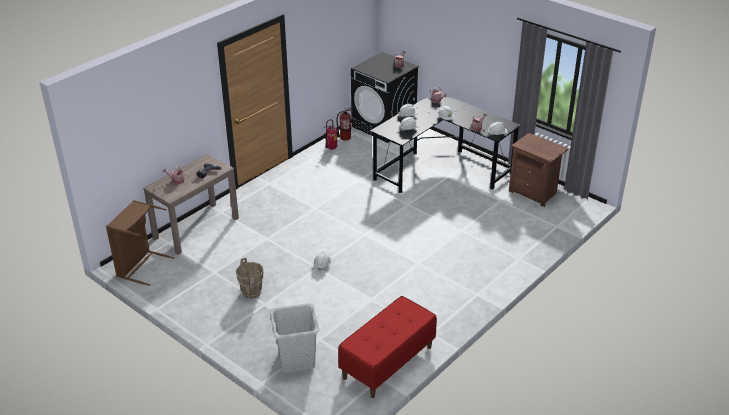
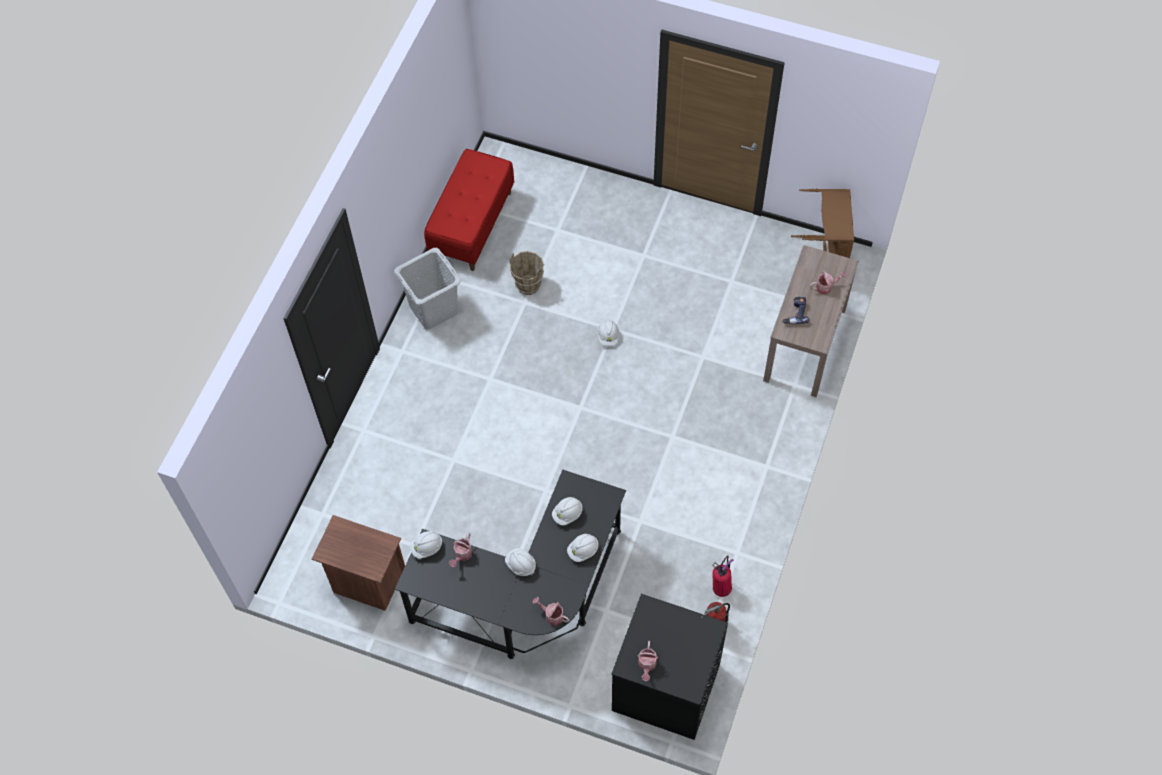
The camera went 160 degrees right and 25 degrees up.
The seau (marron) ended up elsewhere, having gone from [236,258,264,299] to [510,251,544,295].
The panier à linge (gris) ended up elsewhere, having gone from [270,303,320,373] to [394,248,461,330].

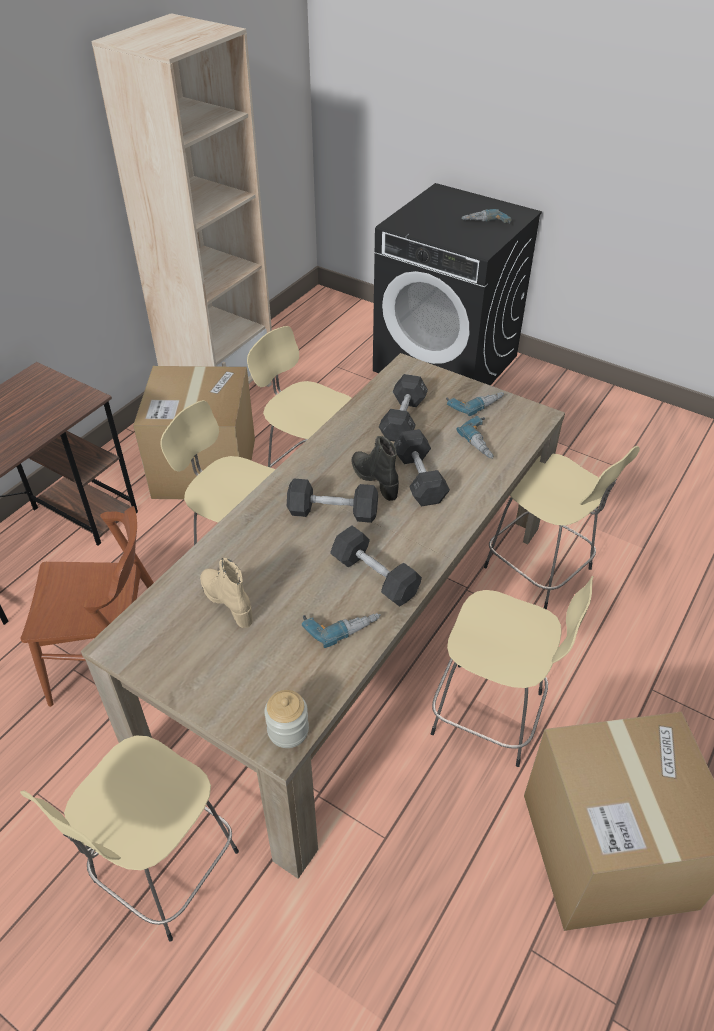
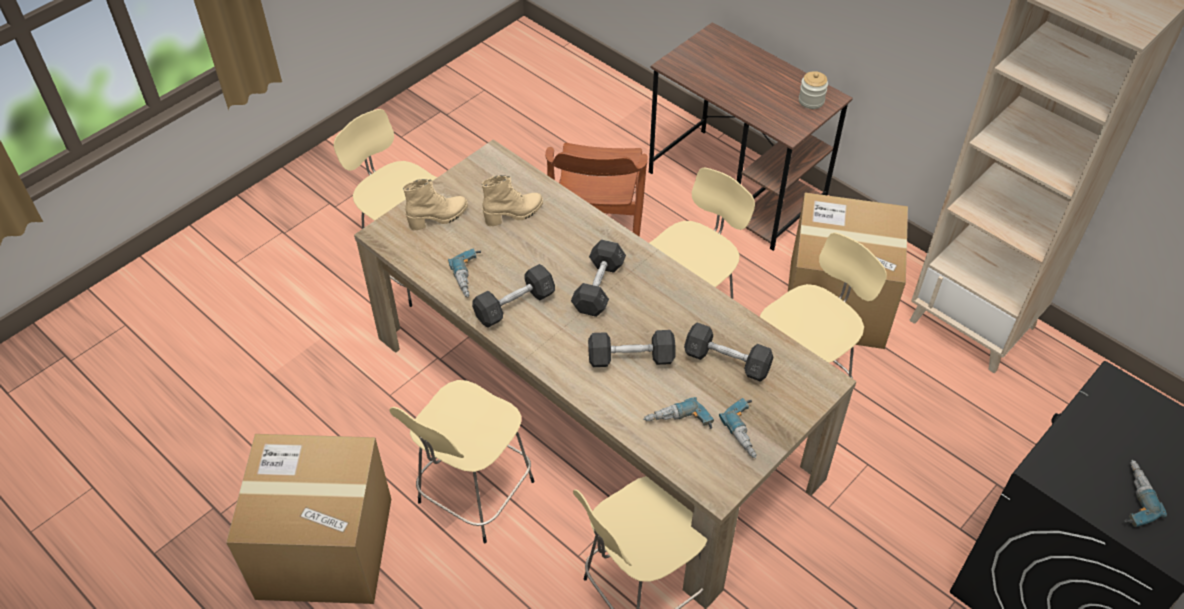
The camera went 100 degrees right and 5 degrees up.
The bocal ended up elsewhere, having gone from [264,690,309,748] to [799,71,828,109].
The second view lost the botte (noir) at [352,436,399,501].
The second view gained the botte (beige) at [403,179,468,230].

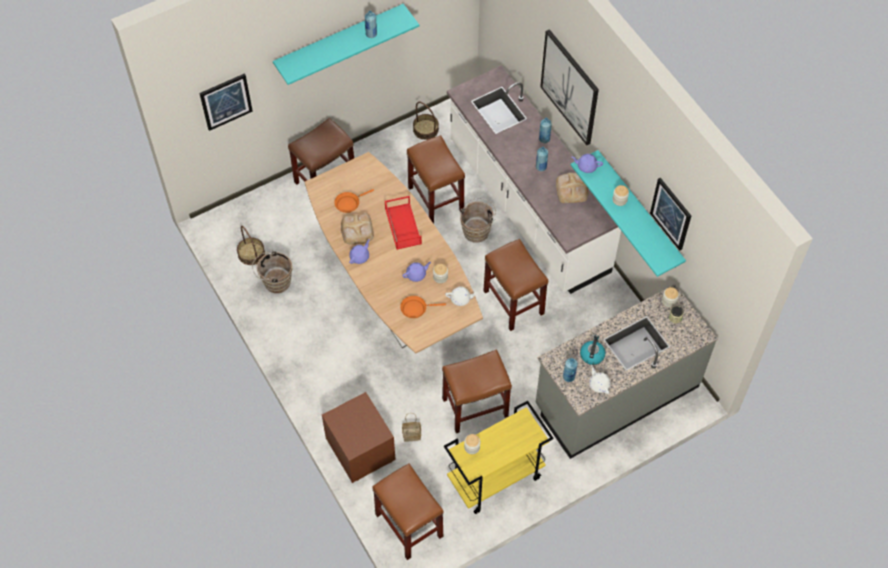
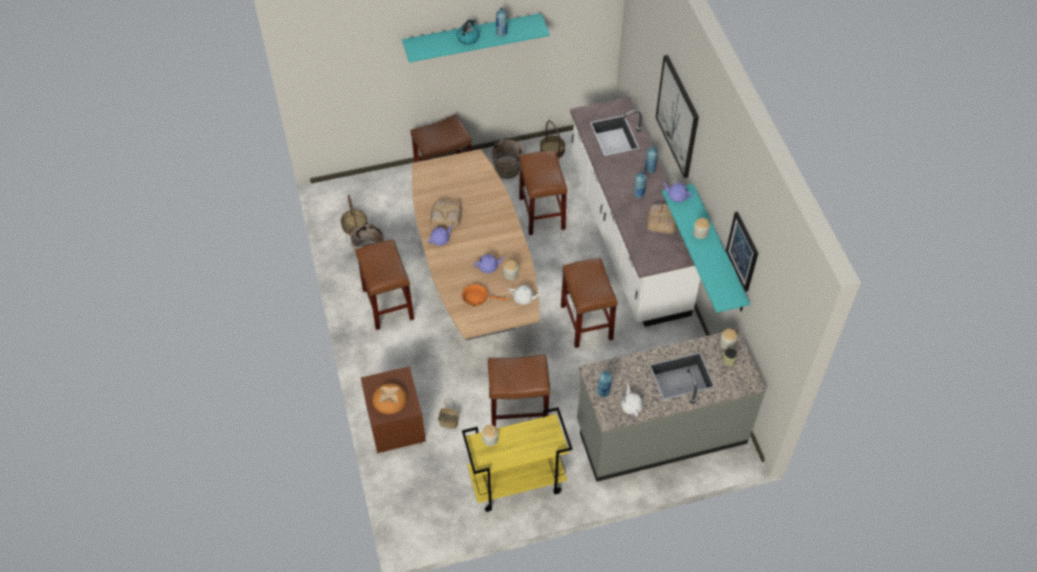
The camera went 15 degrees right and 5 degrees down.
The second view lost the tableau at [199,73,253,131].
The second view lost the poêle (orange) at [334,189,374,213].
The tabouret (marron) ended up elsewhere, having gone from [372,464,444,560] to [356,239,414,330].
The second view lost the plateau (rouge) at [385,196,422,250].
The seau (marron) ended up elsewhere, having gone from [460,198,496,242] to [491,137,526,179].
The bouilloire ended up elsewhere, having gone from [580,335,605,365] to [456,19,480,45].
The second view gained the pain at [372,383,407,414].

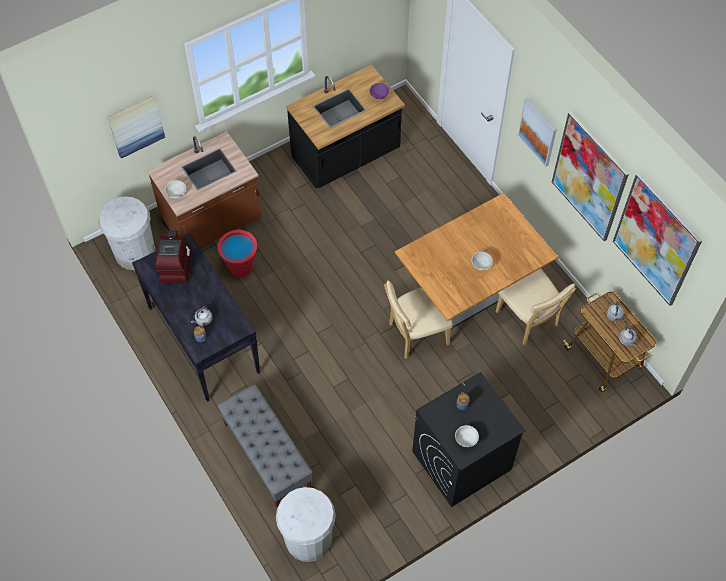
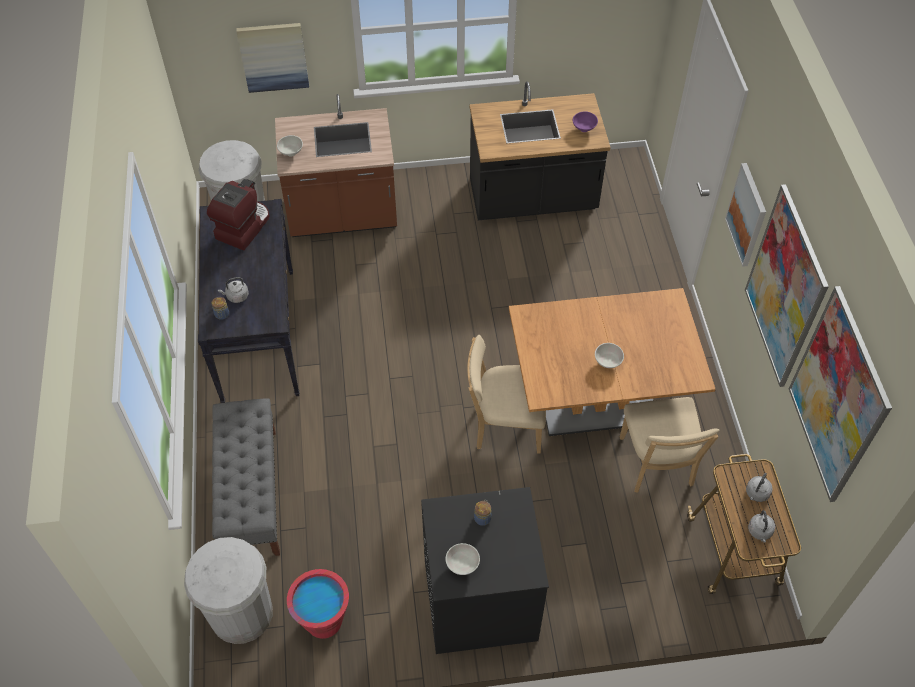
The camera went 25 degrees right and 5 degrees down.
The seau (rouge) ended up elsewhere, having gone from [218,230,257,277] to [287,569,349,639].

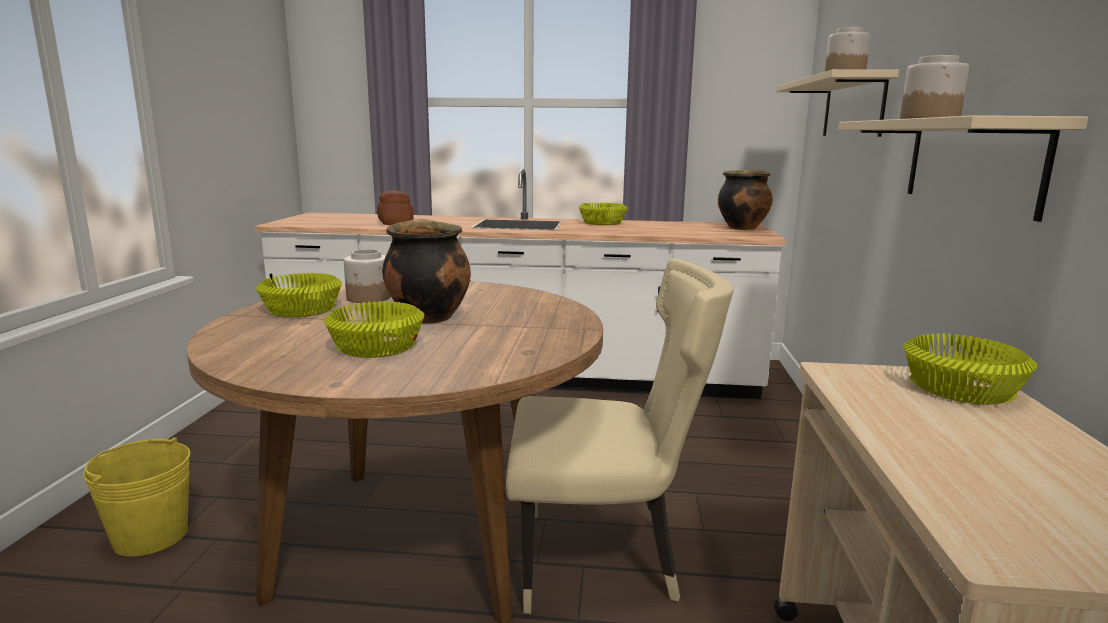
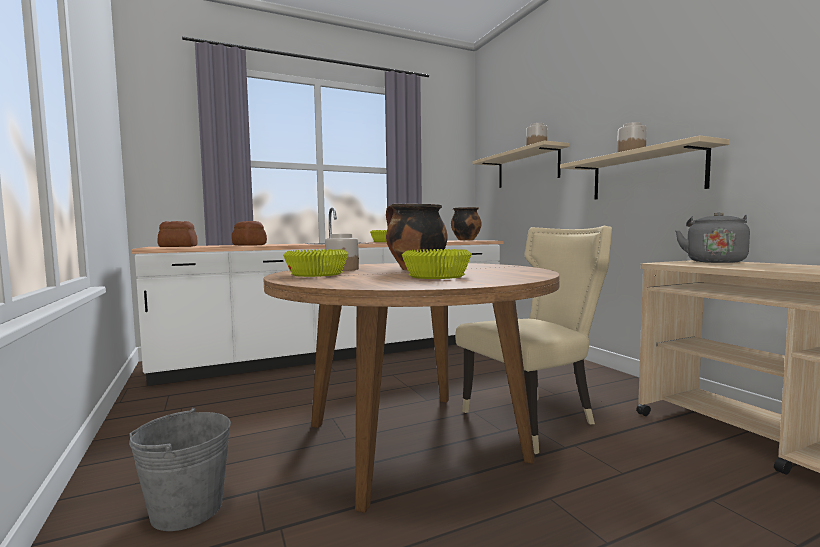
The camera went 30 degrees left and 10 degrees down.
What was the seau (jaune) at [83,437,190,556] turned into the seau (gris) at [129,408,231,531].
Where the bol (jaune) stood at [903,334,1038,405], the bouilloire (gris) came to stand at [675,212,750,263].
The second view gained the pain at [158,221,197,247].

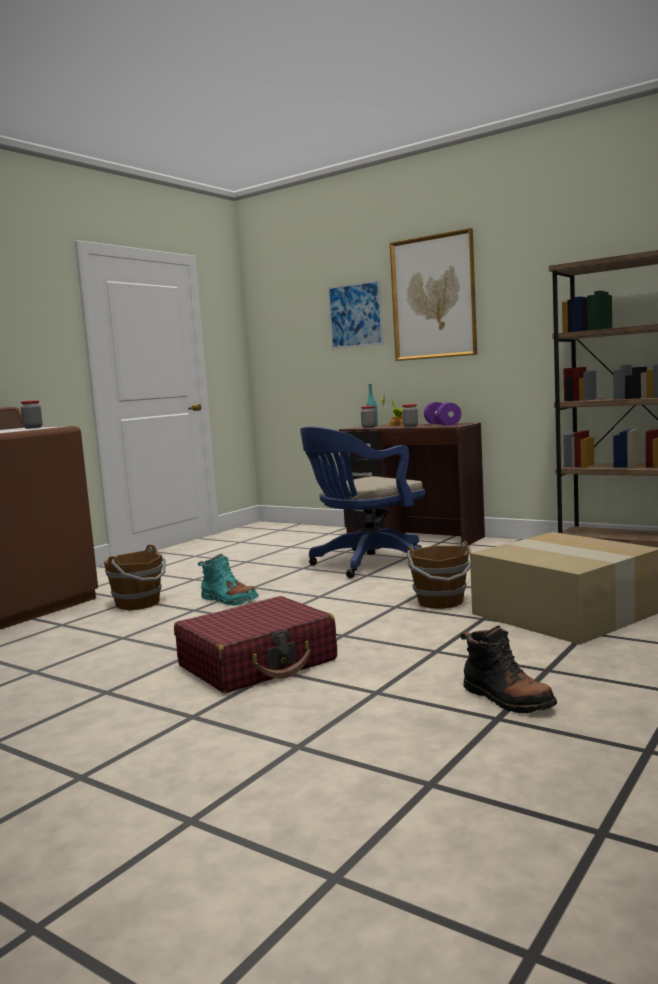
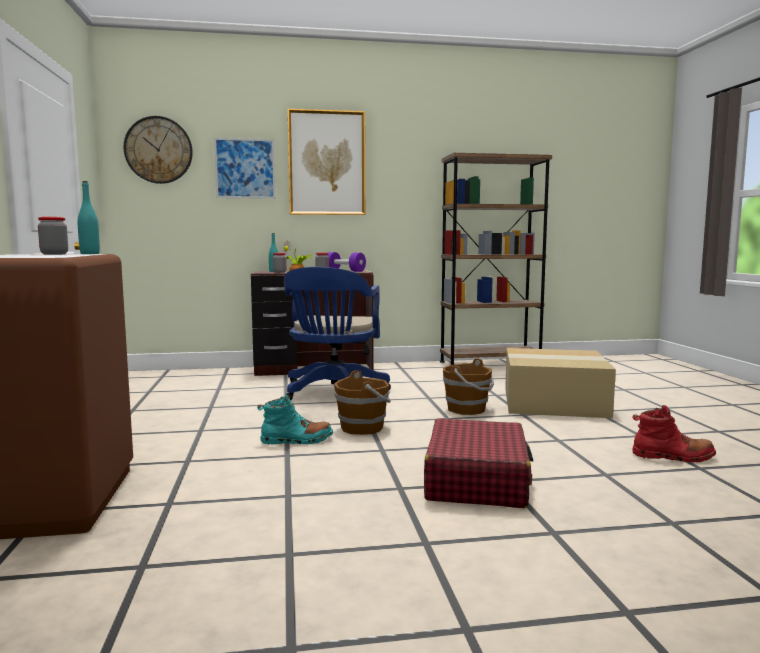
The camera went 45 degrees left and 0 degrees up.
The seau (marron) ended up elsewhere, having gone from [104,544,166,610] to [334,370,391,435].
What was the botte (noir) at [460,626,557,714] turned into the botte (rouge) at [632,405,716,462].
The second view gained the bouteille (turquoise) at [78,181,100,254].
The second view gained the horloge murale at [124,116,193,184].

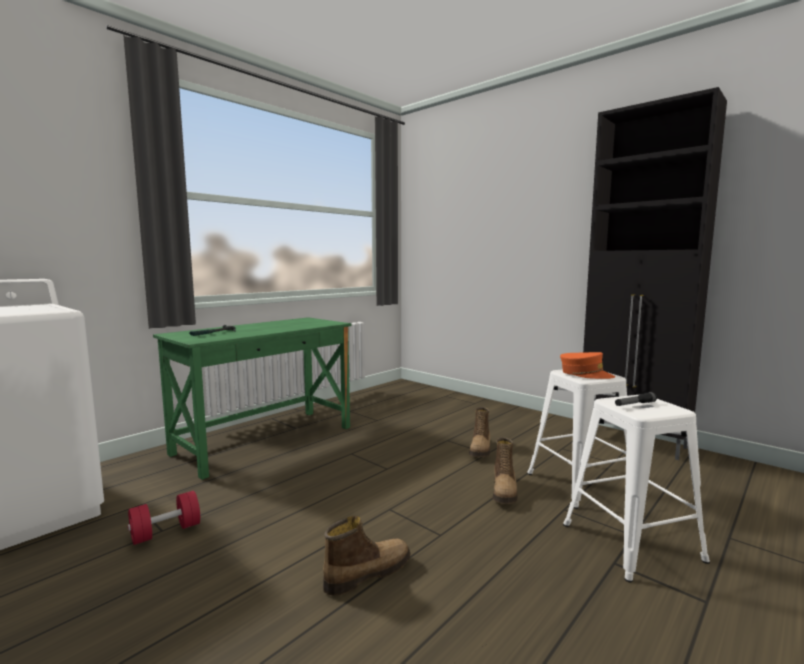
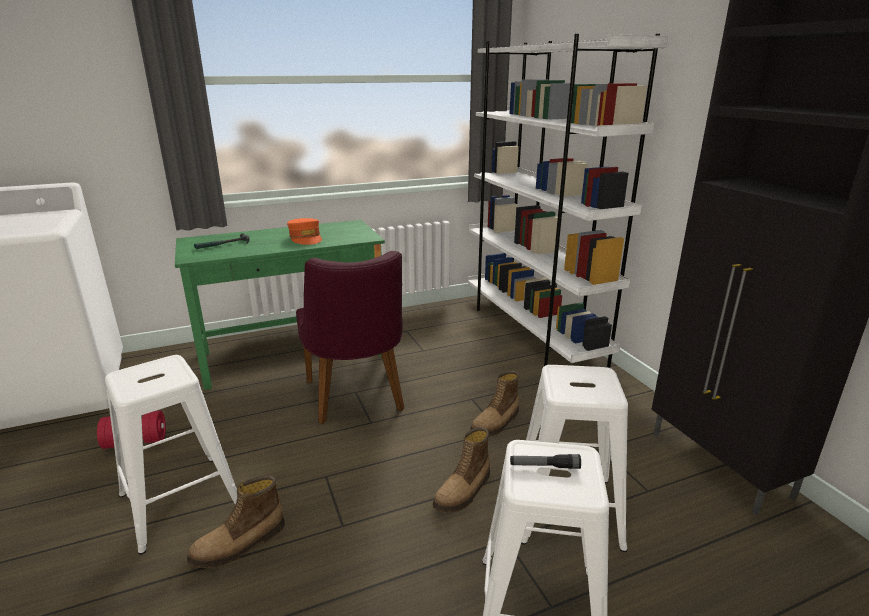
The camera went 25 degrees right and 15 degrees up.
The botte at [323,516,411,596] ended up facing another way, 150 degrees clockwise from before.
The casquette (orange) ended up elsewhere, having gone from [560,352,615,379] to [287,218,322,245].
The second view gained the tabouret (blanc) at [105,355,237,555].
The second view gained the chaise (violet) at [296,251,404,424].
The second view gained the bibliothèque (blanc) at [467,34,668,367].

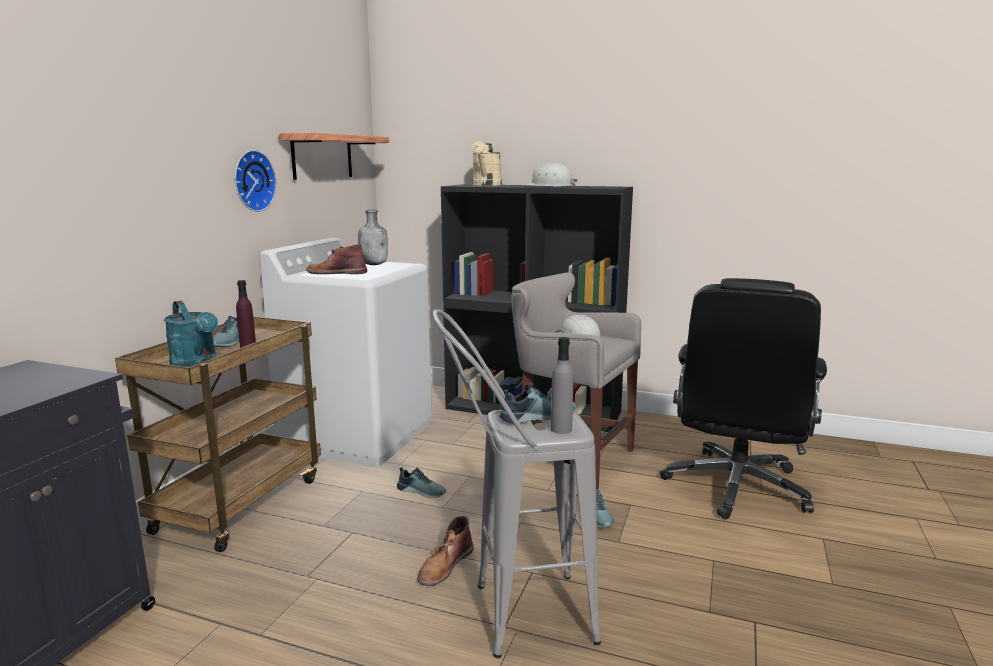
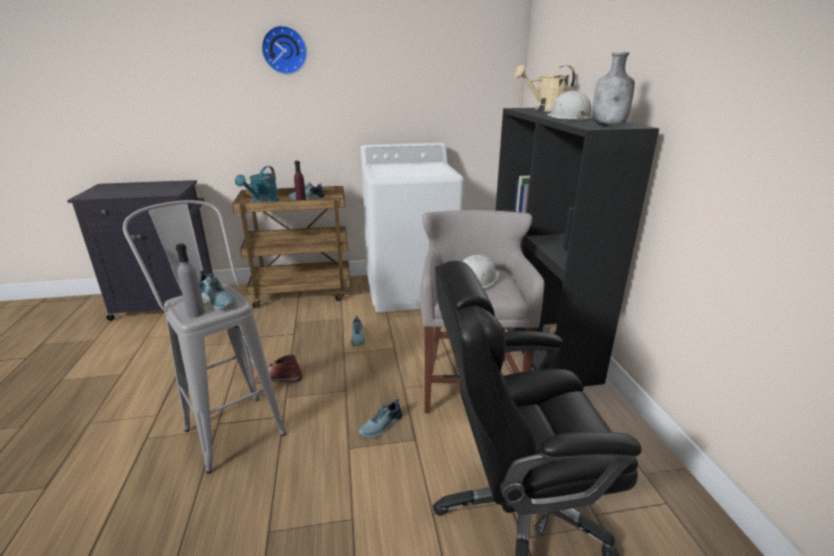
The camera went 60 degrees right and 10 degrees up.
The horloge murale ended up elsewhere, having gone from [235,150,277,212] to [261,25,307,75].
The second view lost the étagère at [279,133,389,180].
The second view lost the botte (marron) at [306,244,367,274].
The bouteille (gris) ended up elsewhere, having gone from [358,210,388,265] to [592,52,635,127].

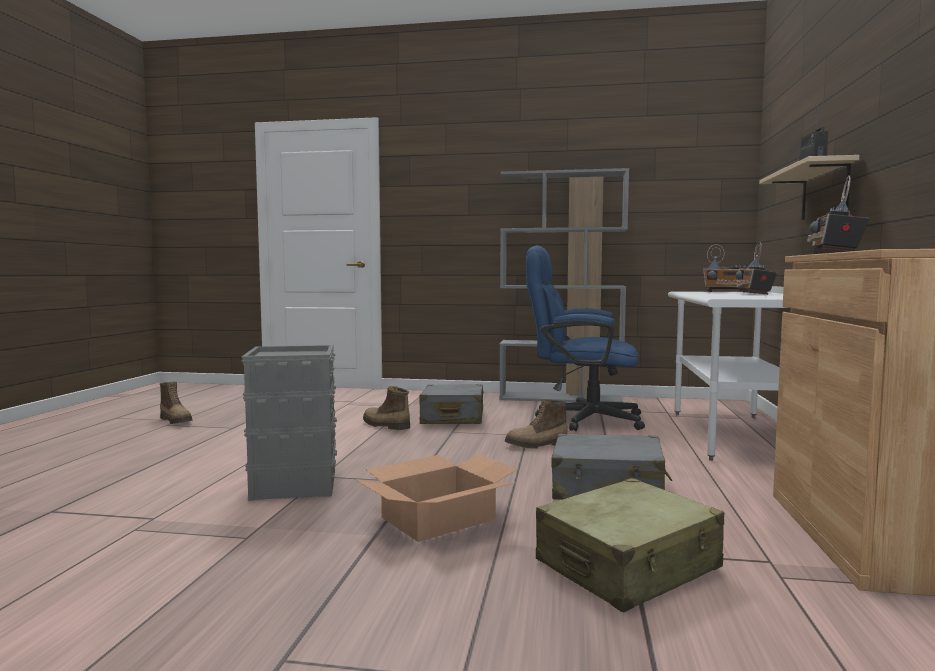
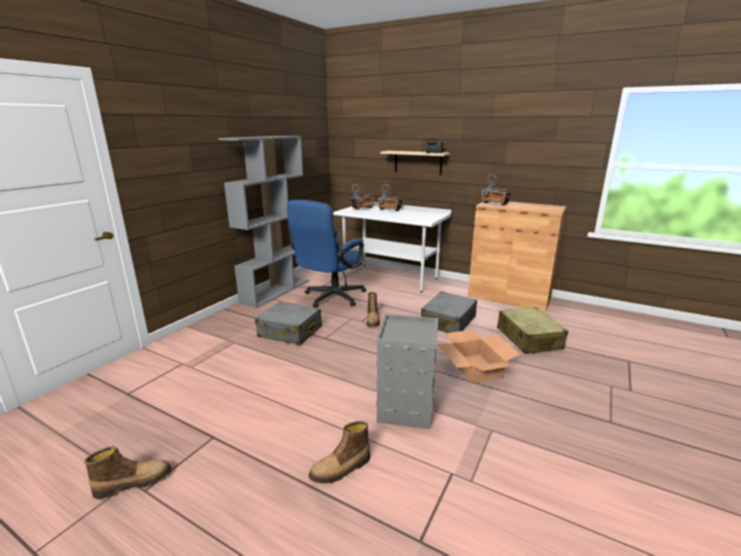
The camera went 70 degrees left and 15 degrees up.
The botte ended up elsewhere, having gone from [363,386,410,430] to [309,421,370,484].

